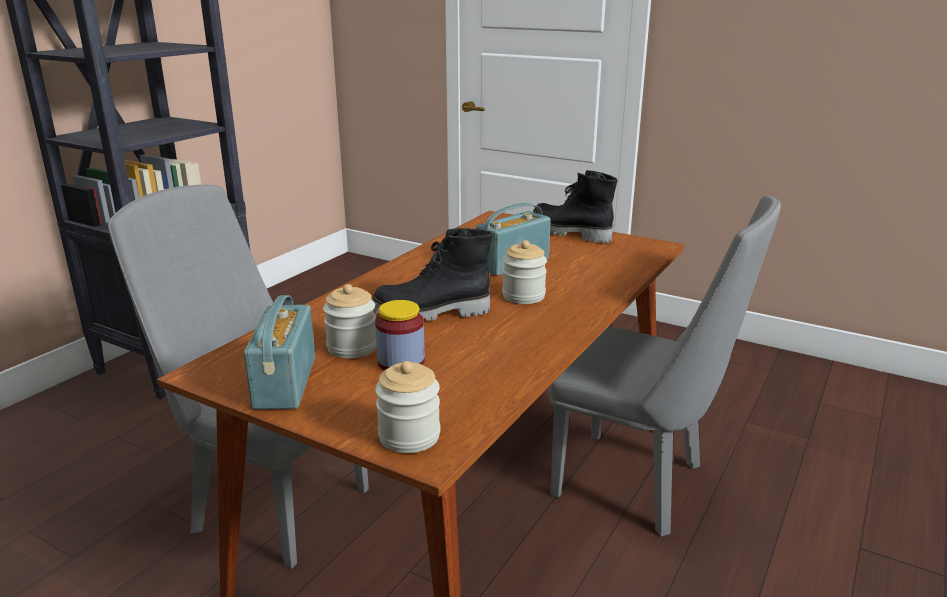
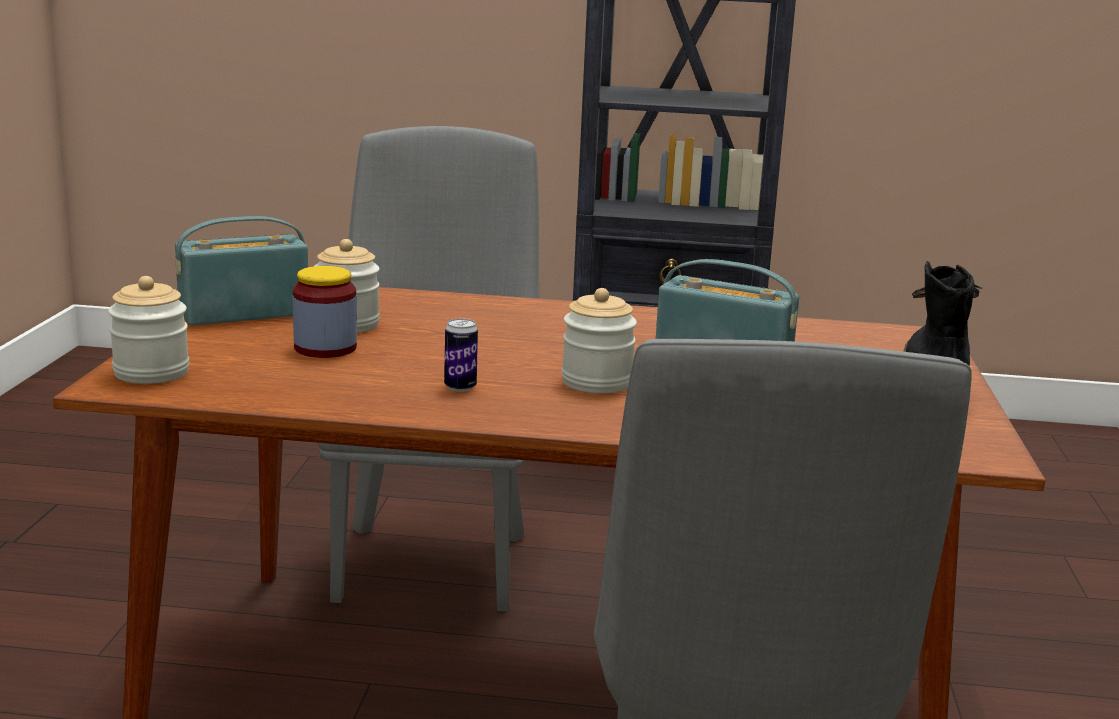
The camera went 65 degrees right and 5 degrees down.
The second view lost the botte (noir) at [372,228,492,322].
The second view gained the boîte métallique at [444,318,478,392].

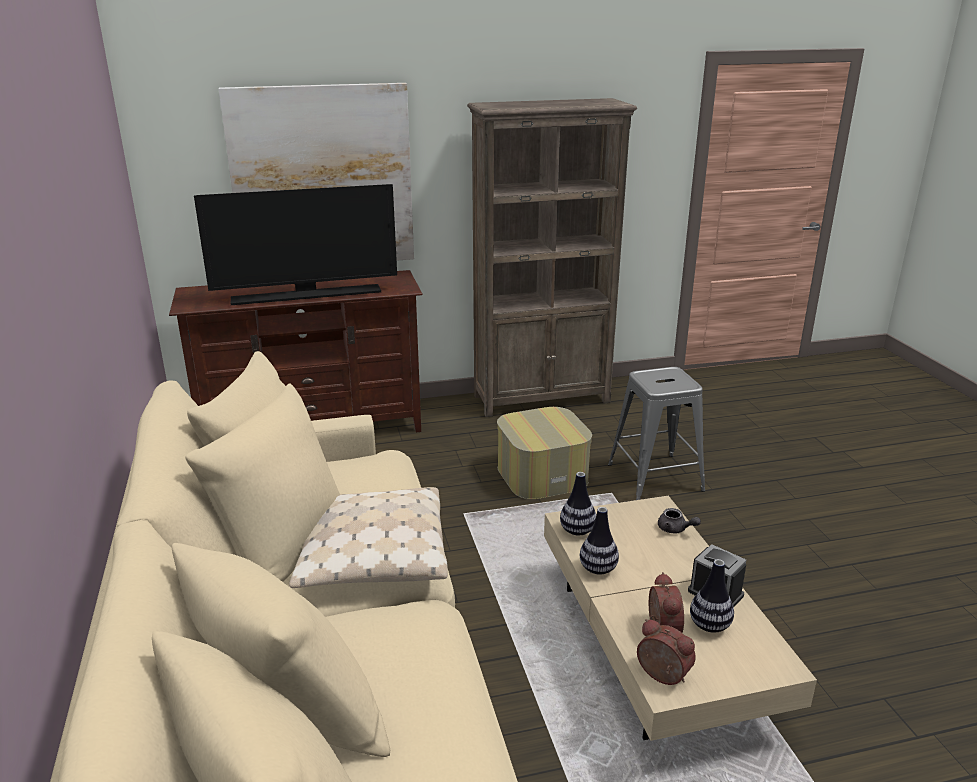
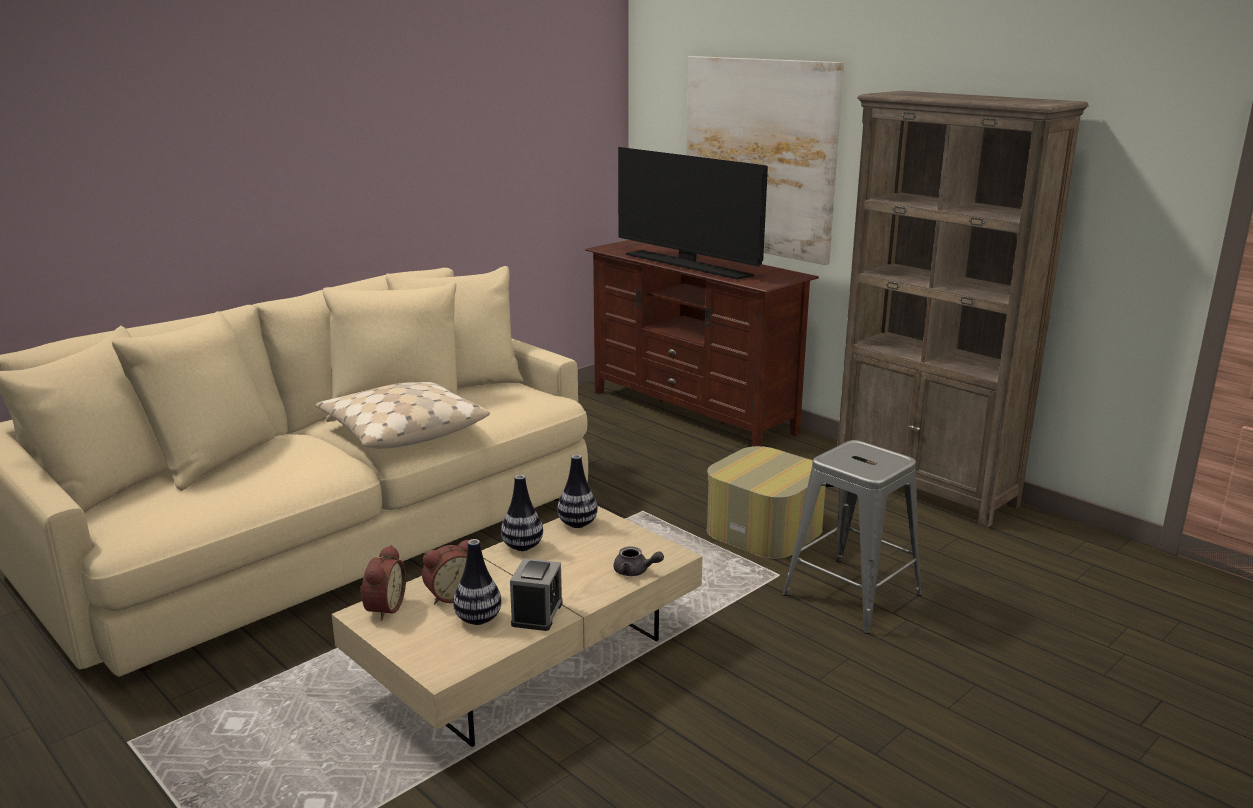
The camera went 60 degrees right and 5 degrees down.
The théière (gris) at [658,508,701,534] ended up facing another way, 75 degrees counterclockwise from before.

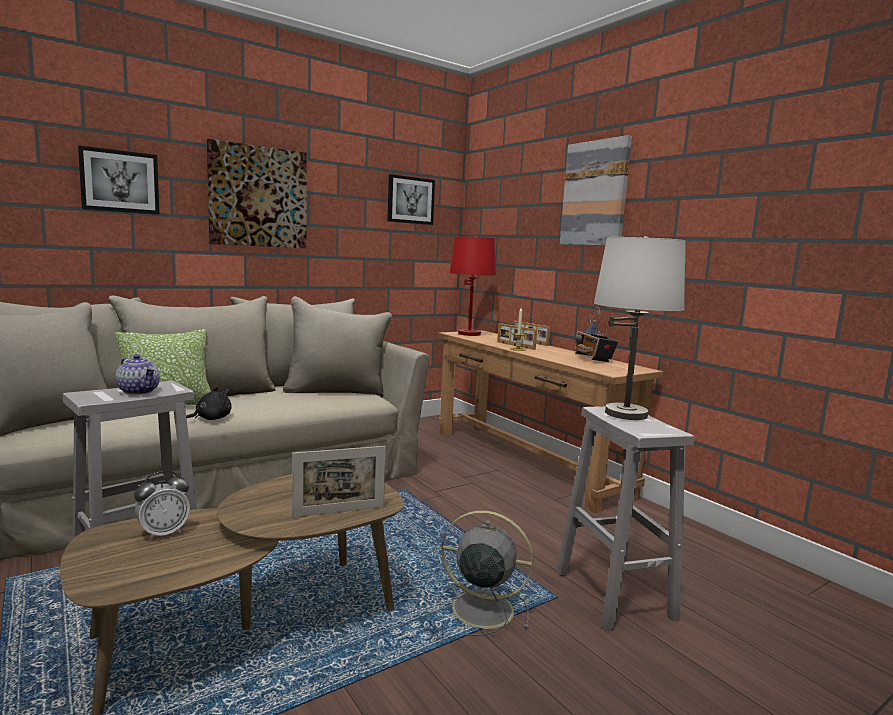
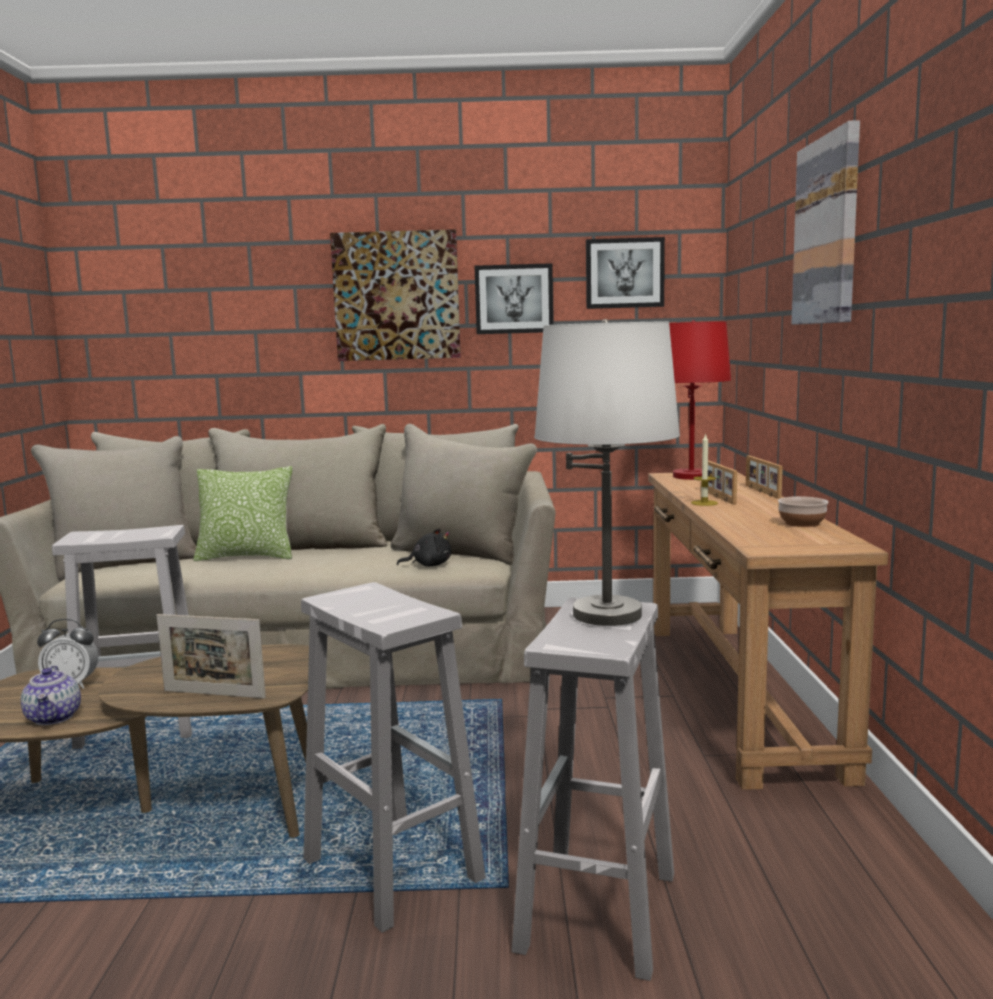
The camera went 35 degrees right and 0 degrees up.
The tableau ended up elsewhere, having gone from [78,145,160,215] to [475,263,553,334].
The théière ended up elsewhere, having gone from [116,354,160,395] to [21,666,81,725].
The peluche (noir) ended up elsewhere, having gone from [186,387,232,420] to [397,528,451,567].
Where the ventilateur (gris) stood at [436,510,533,636], the tabouret (blanc) came to stand at [301,582,486,933].
Where the radio stood at [574,307,618,362], the bol came to stand at [778,496,828,527].

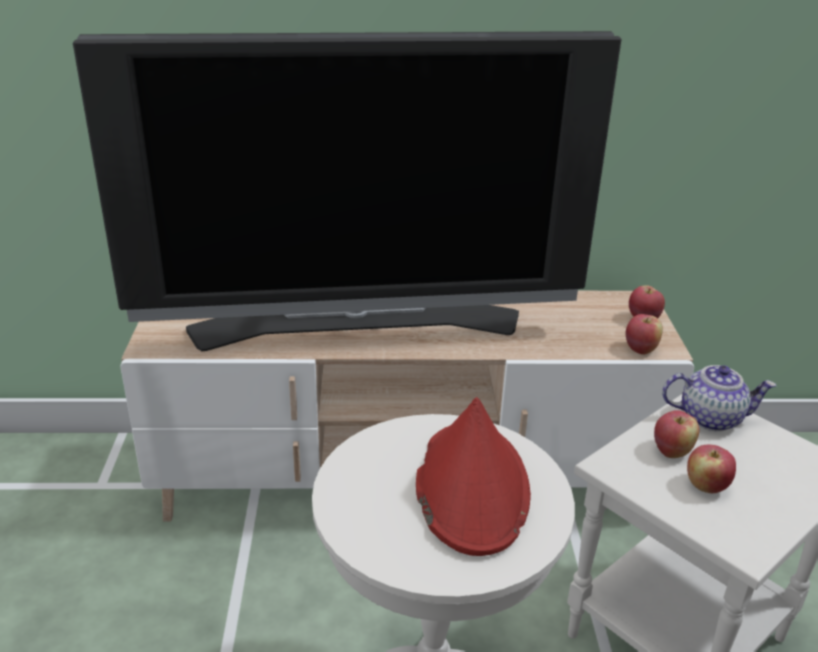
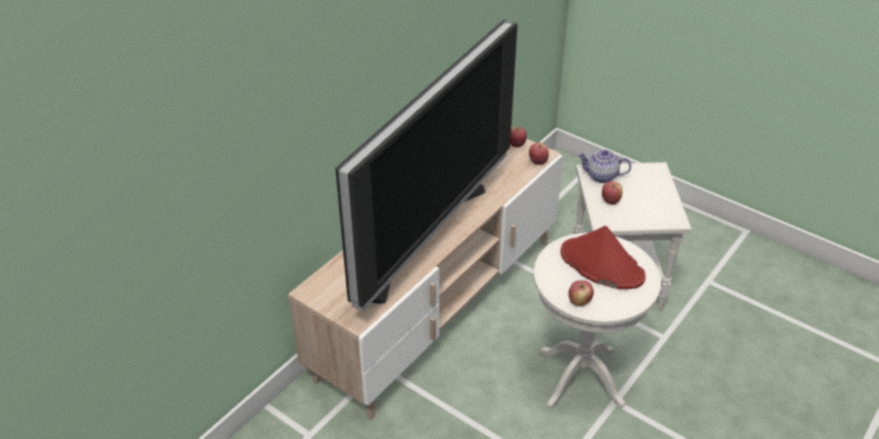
The camera went 50 degrees left and 10 degrees up.
The théière at [662,365,776,431] ended up facing another way, 120 degrees counterclockwise from before.
The pomme ended up elsewhere, having gone from [687,445,736,493] to [568,280,594,306].

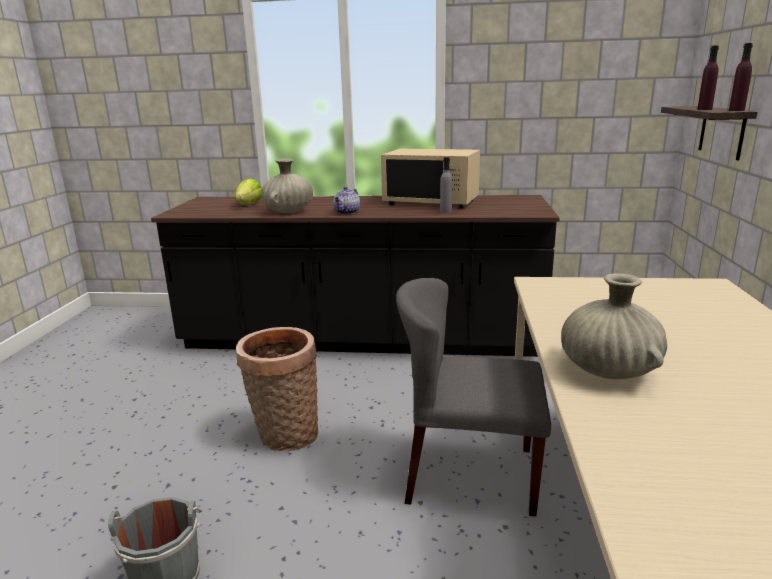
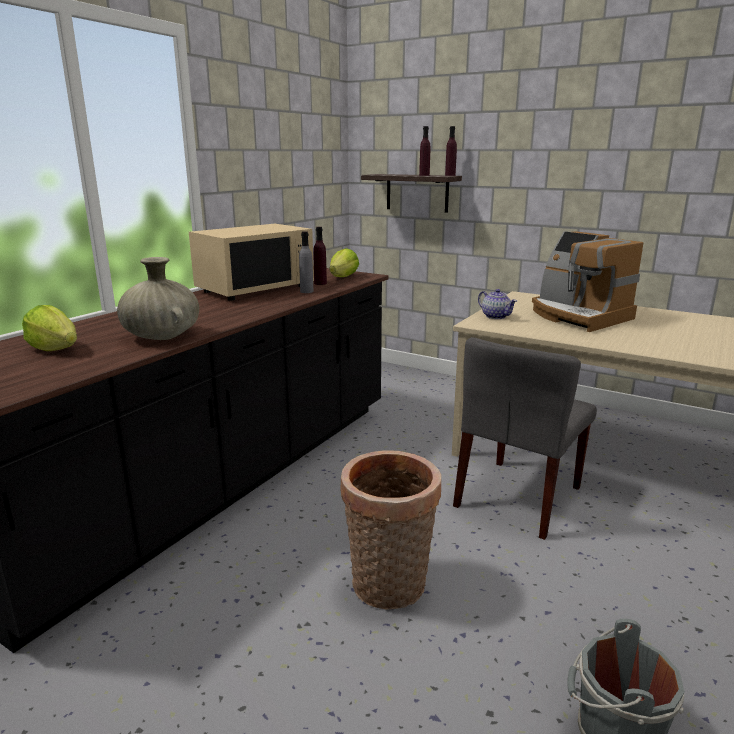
The camera went 65 degrees left and 0 degrees up.
The théière ended up elsewhere, having gone from [333,186,360,215] to [478,289,517,319].
The second view lost the vase (beige) at [561,273,667,379].
The second view gained the bouteille (violet) at [313,227,327,285].
The second view gained the laitue at [330,248,359,277].
The second view gained the machine à café at [532,231,643,332].

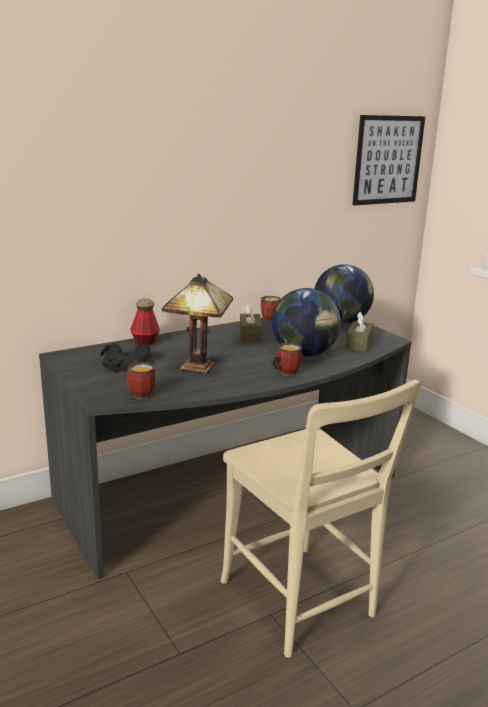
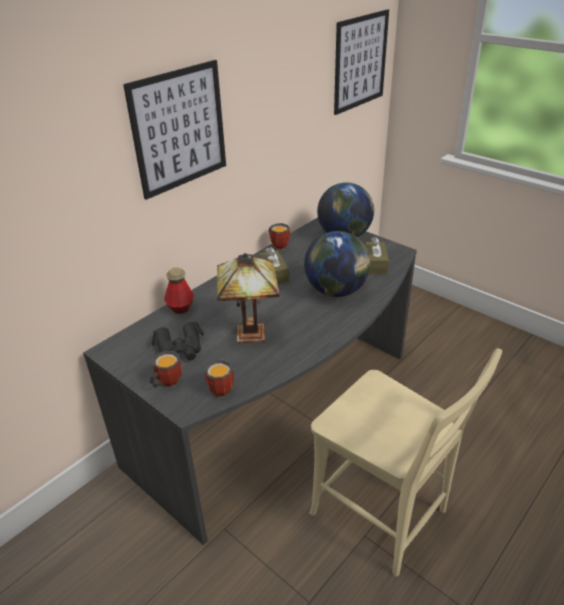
The camera went 15 degrees left and 15 degrees up.
The mug ended up elsewhere, having gone from [271,343,302,376] to [149,351,182,388].
The second view gained the tableau at [123,60,226,200].

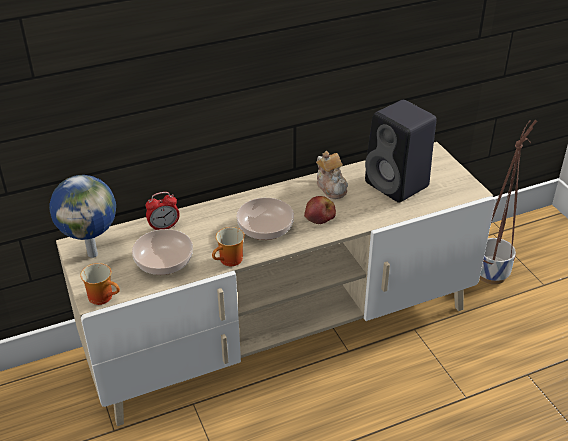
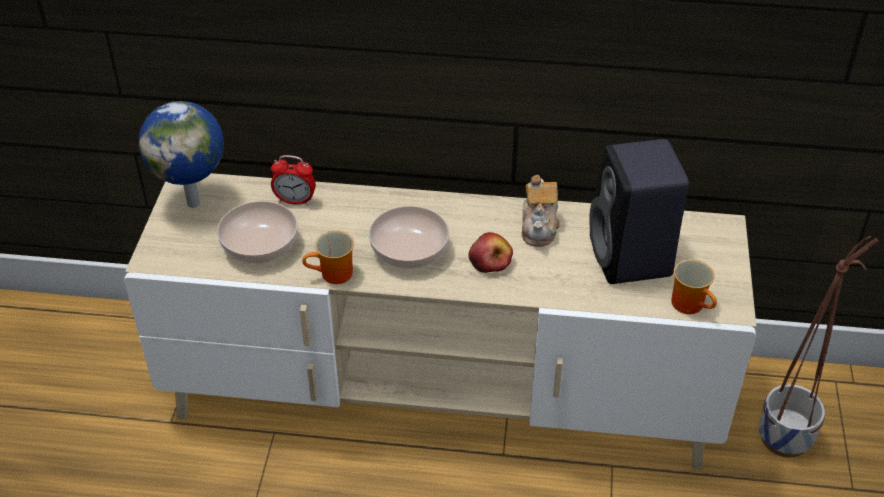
The camera went 30 degrees right and 5 degrees up.
The mug ended up elsewhere, having gone from [80,263,120,305] to [671,259,717,314].

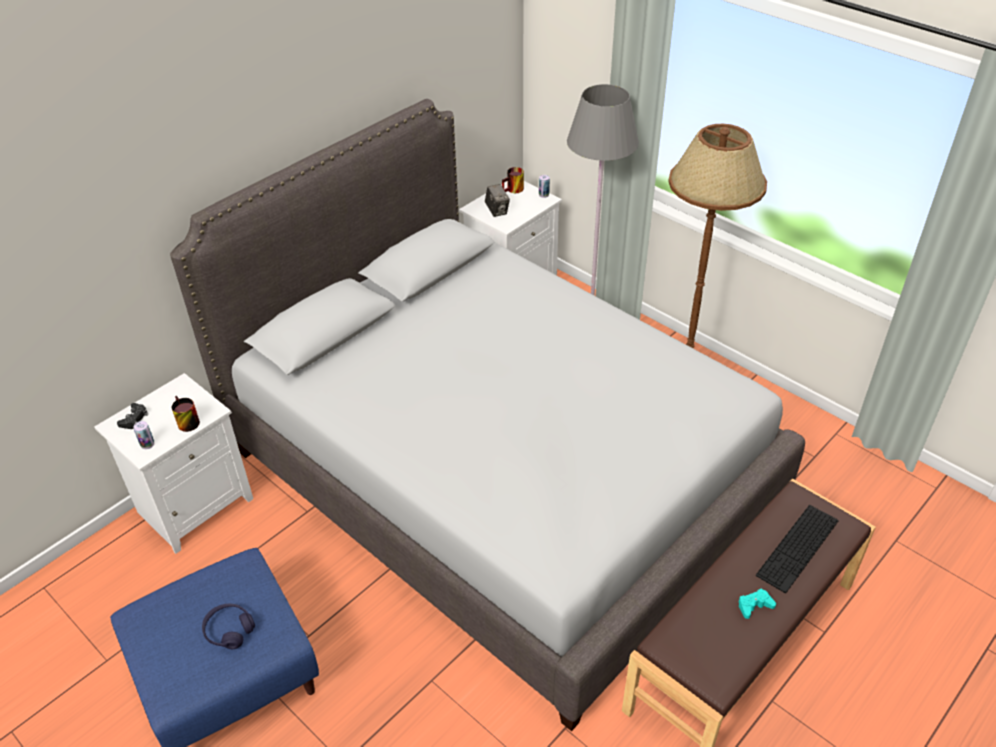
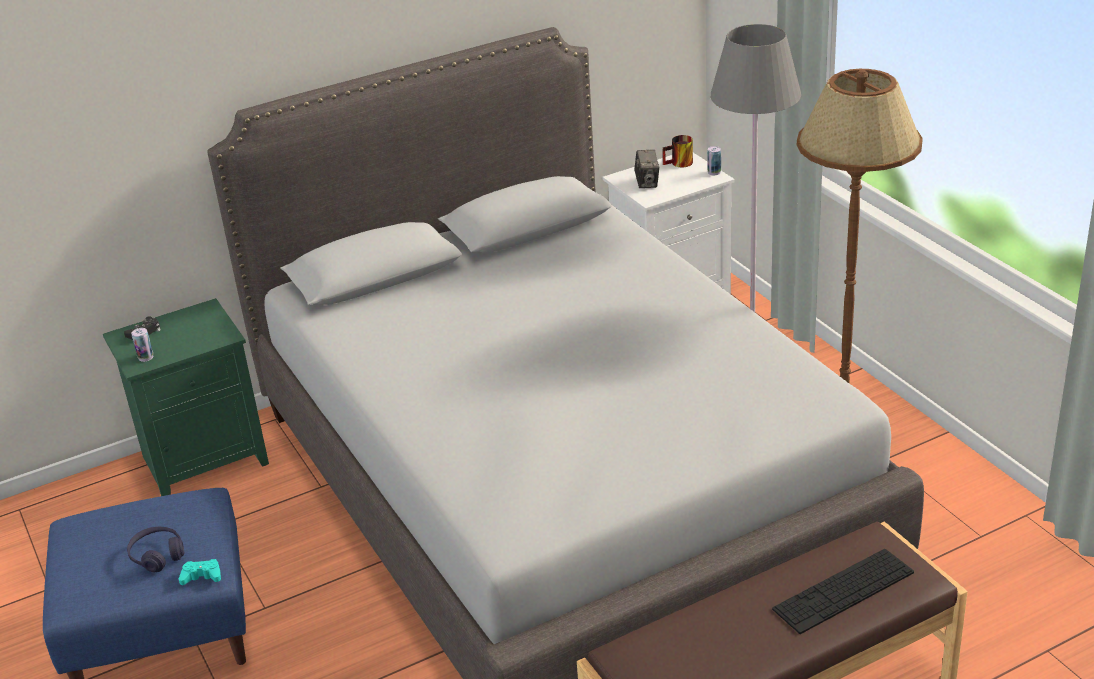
The camera went 20 degrees right and 10 degrees down.
What was the table de chevet (blanc) at [95,373,253,554] turned into the table de chevet (vert) at [103,298,269,496].
The second view lost the mug at [172,396,200,432].
The manette (turquoise) ended up elsewhere, having gone from [738,588,776,619] to [179,559,221,585].

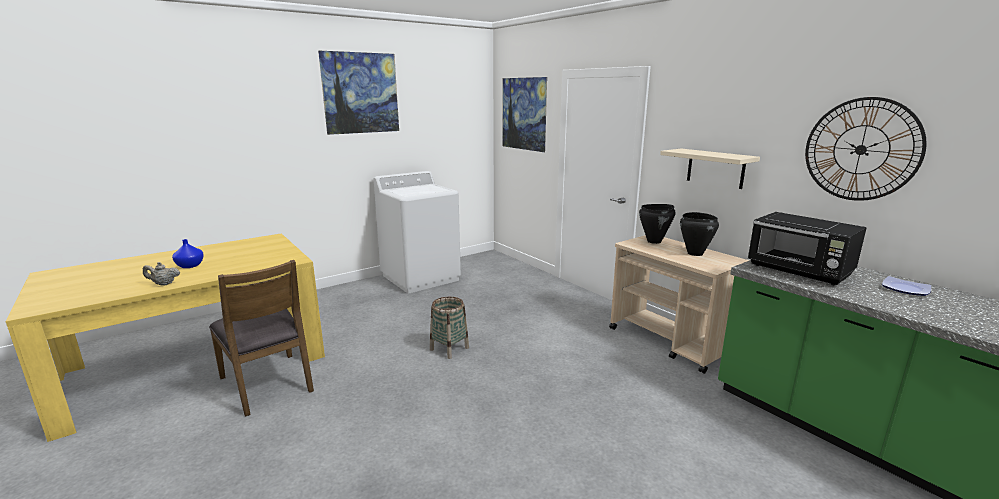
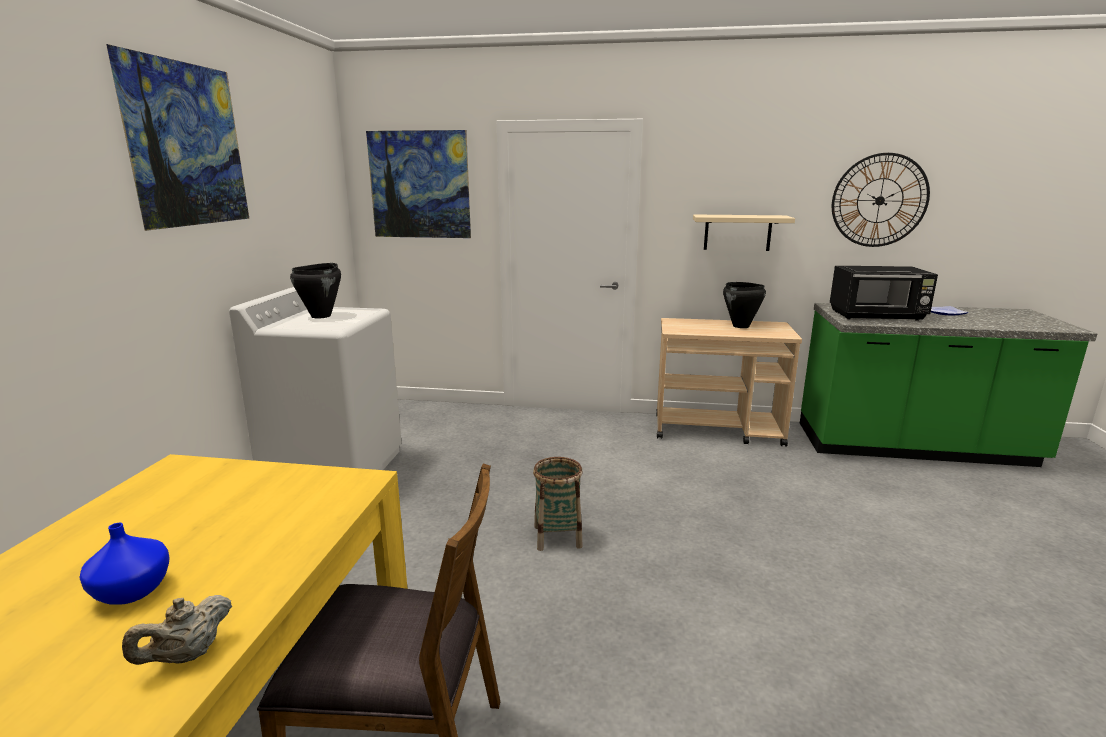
The camera went 45 degrees left and 0 degrees up.
The marmite (noir) ended up elsewhere, having gone from [639,204,676,244] to [290,263,341,319].

